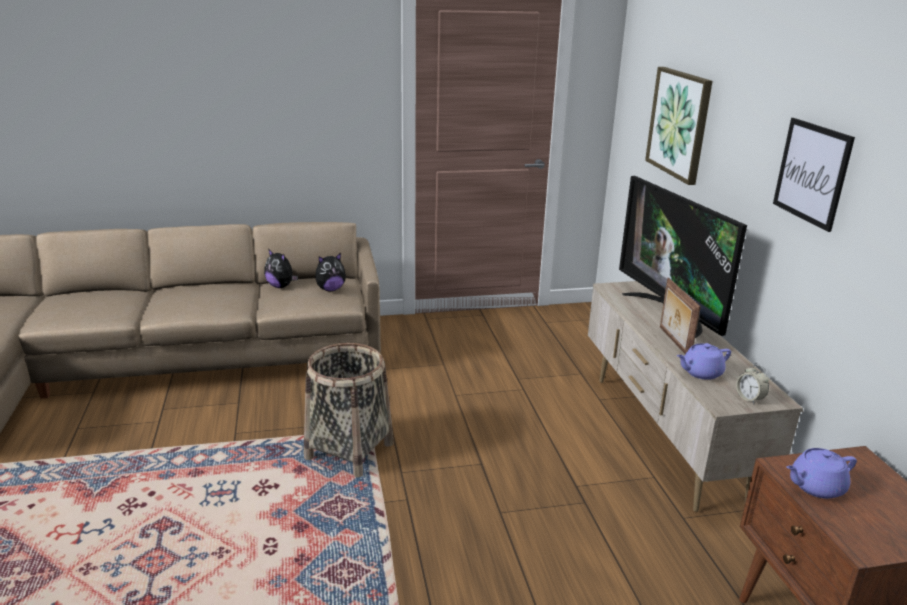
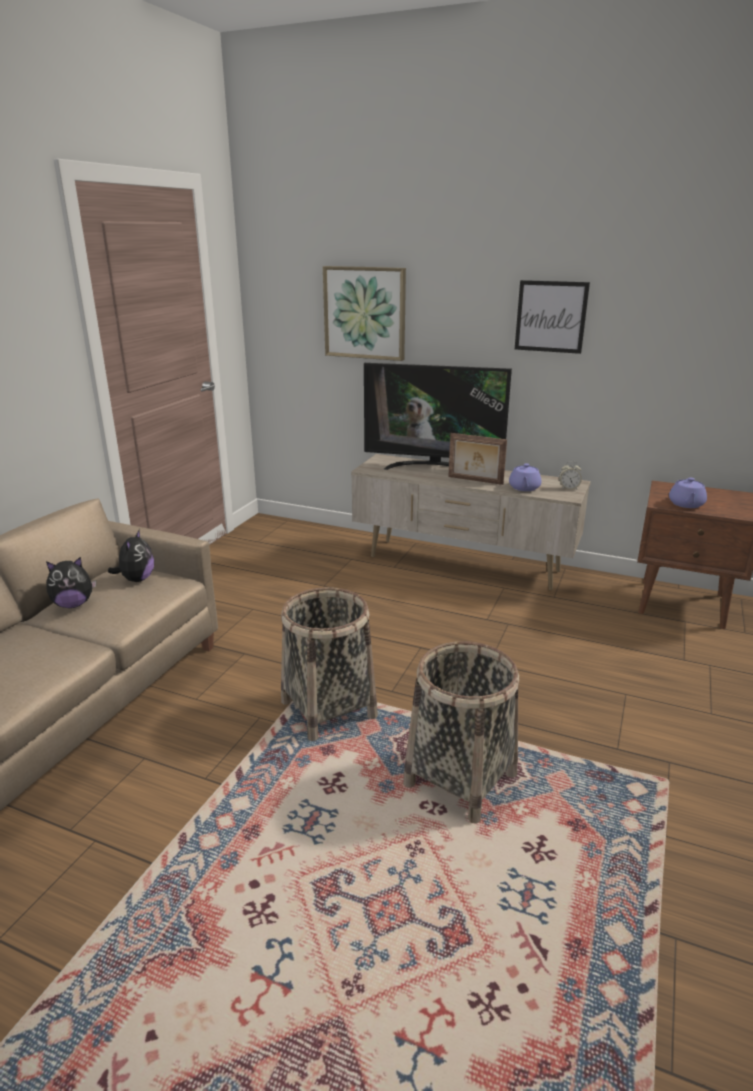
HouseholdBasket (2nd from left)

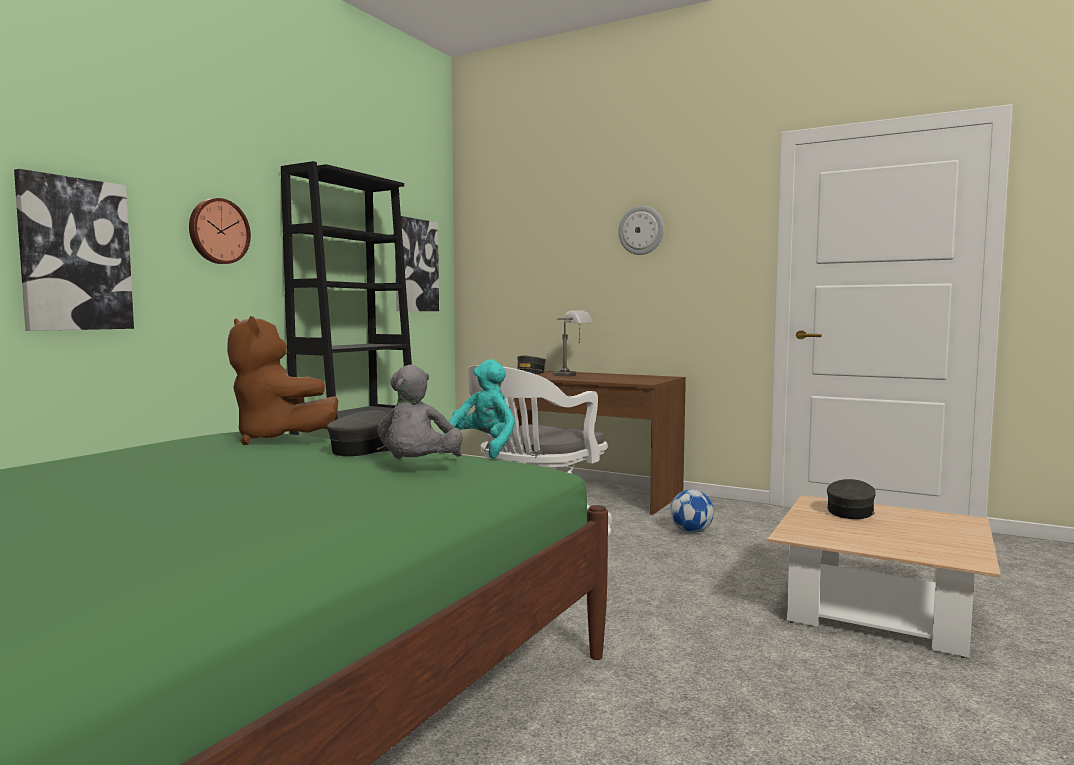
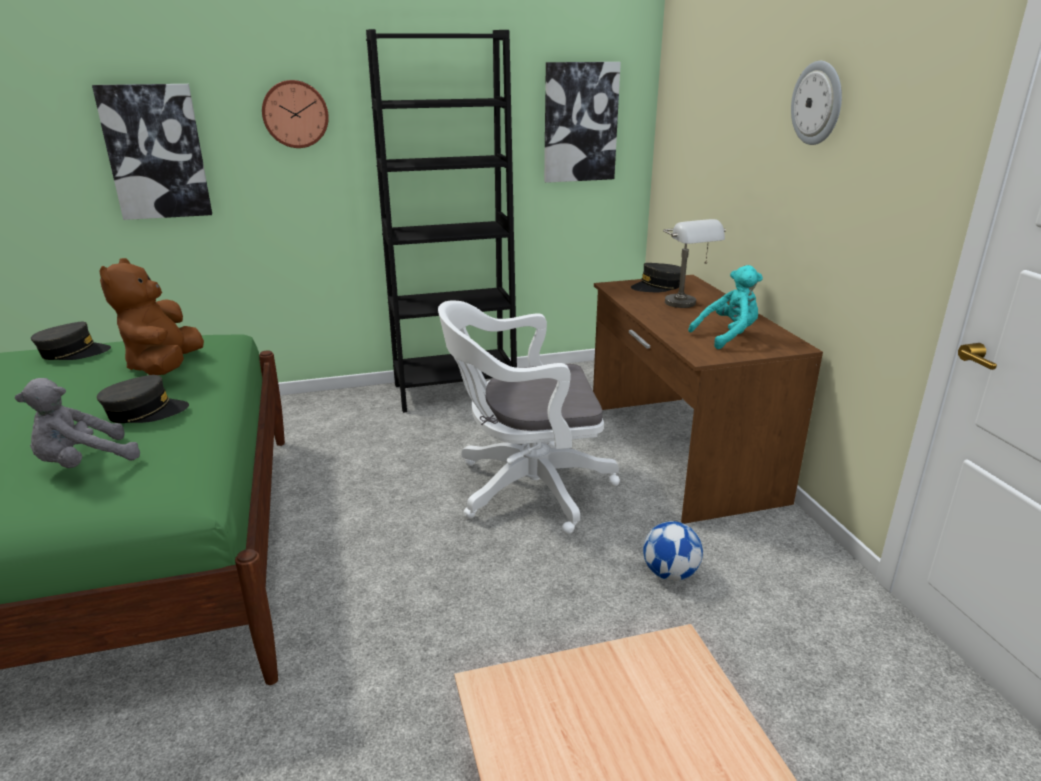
TurquoisePlushToy; GreyishBaseballCap (1st from left)

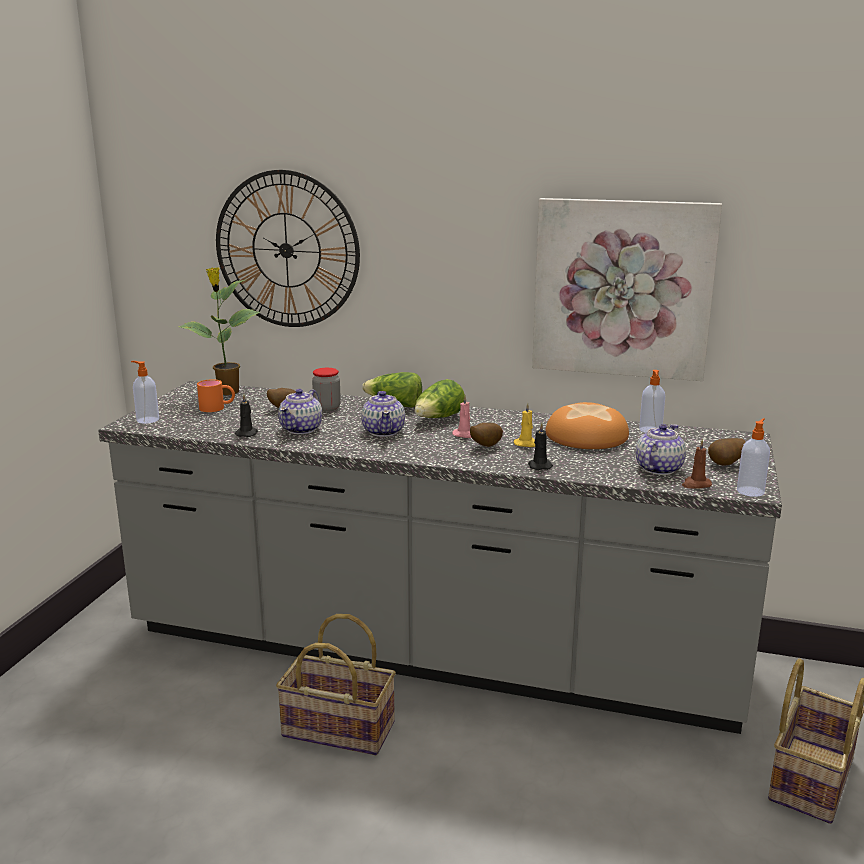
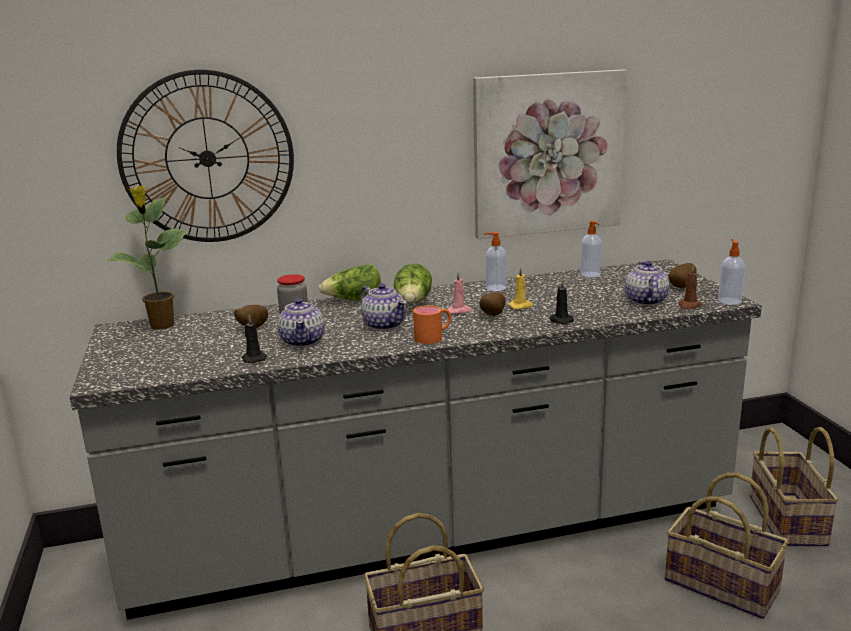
BakeryBread; HouseholdBasket (2nd from left); SoapBottle (1st from left); OrangeyCoffeeMug

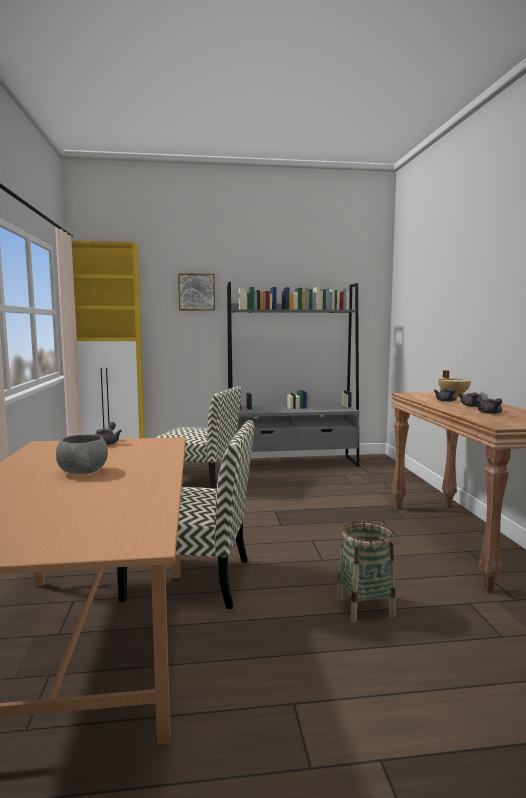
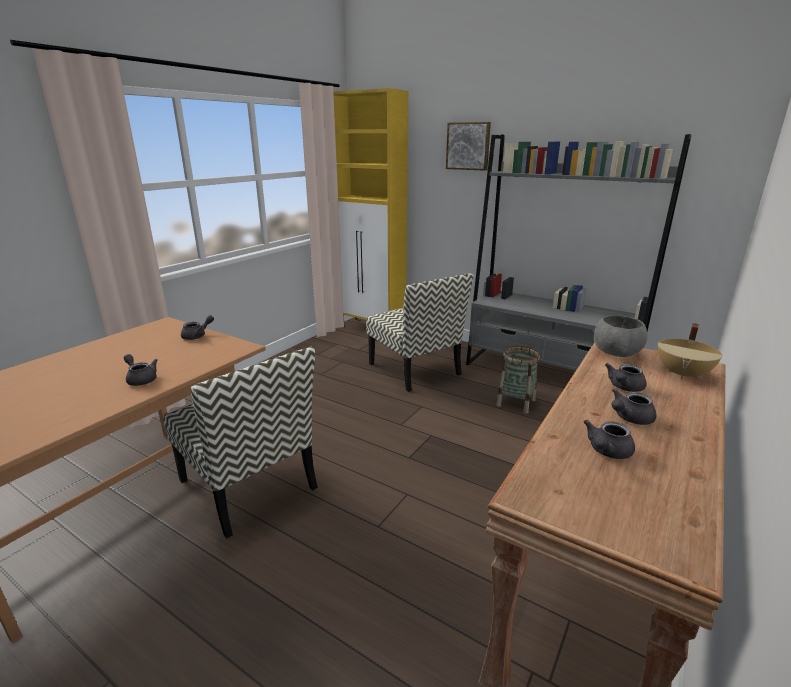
GreyishTeaPot (1st from left); GreyishServingBowl; HouseholdBasket

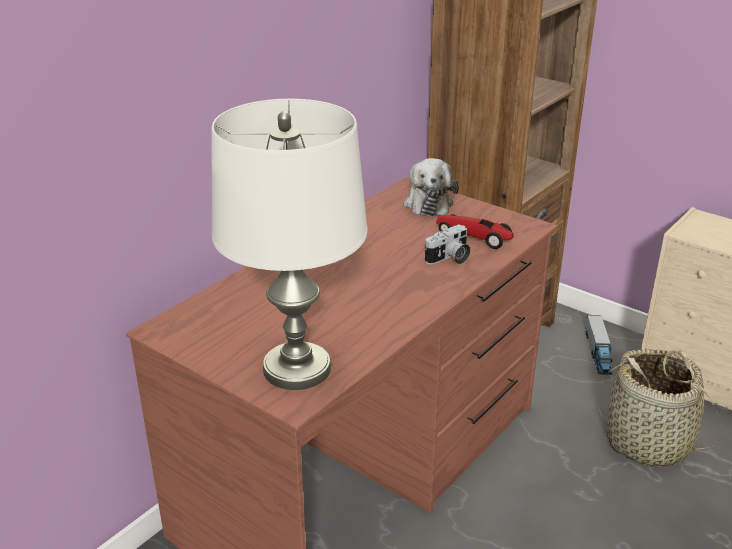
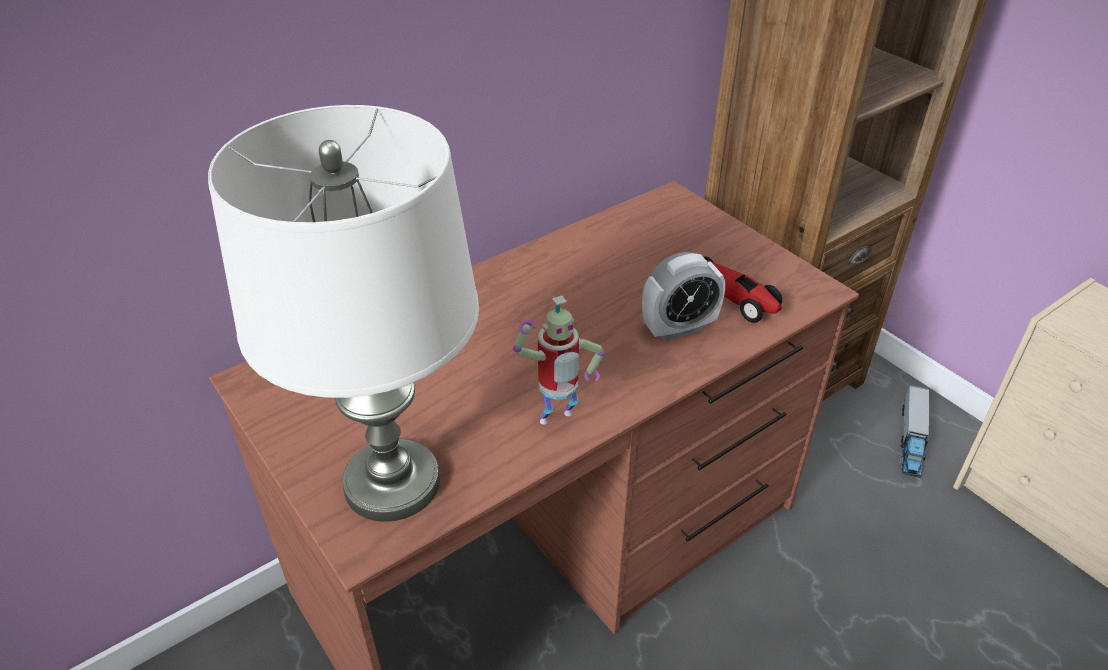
PlushToy; HouseholdBasket; ToyRobot; TableClock

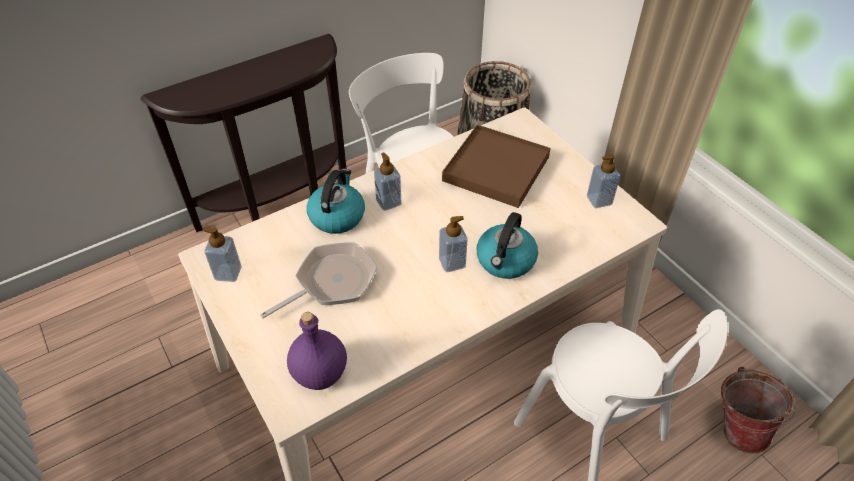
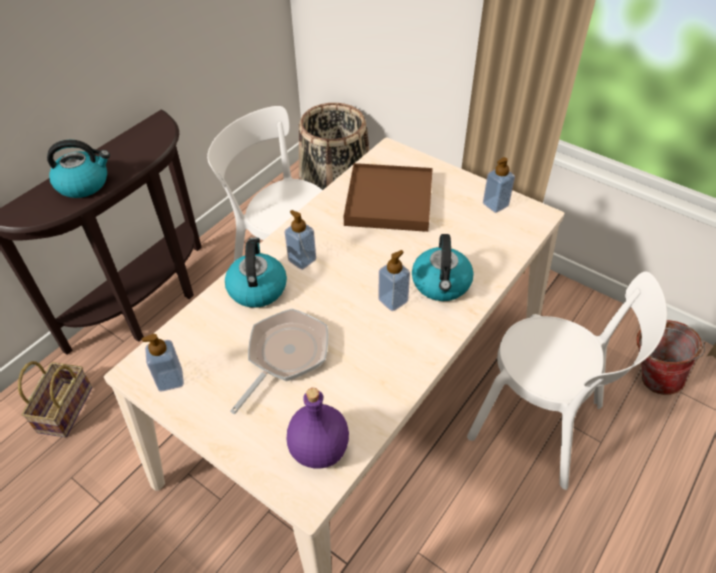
HouseholdBasket (1st from left); Kettle (1st from left)

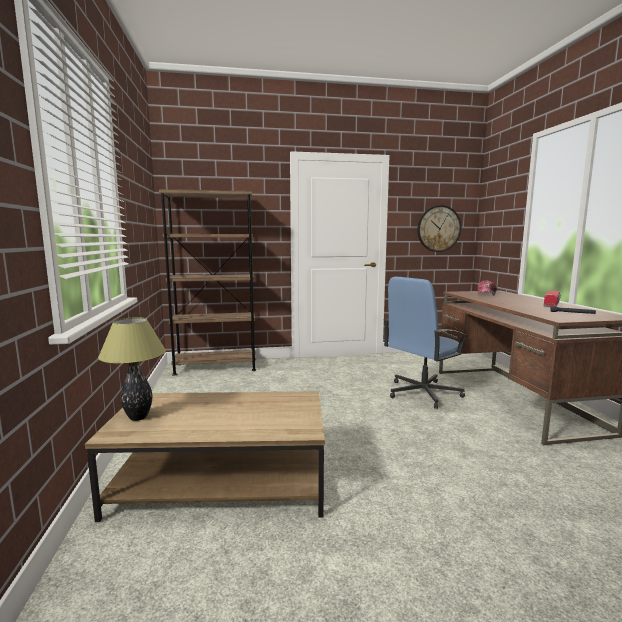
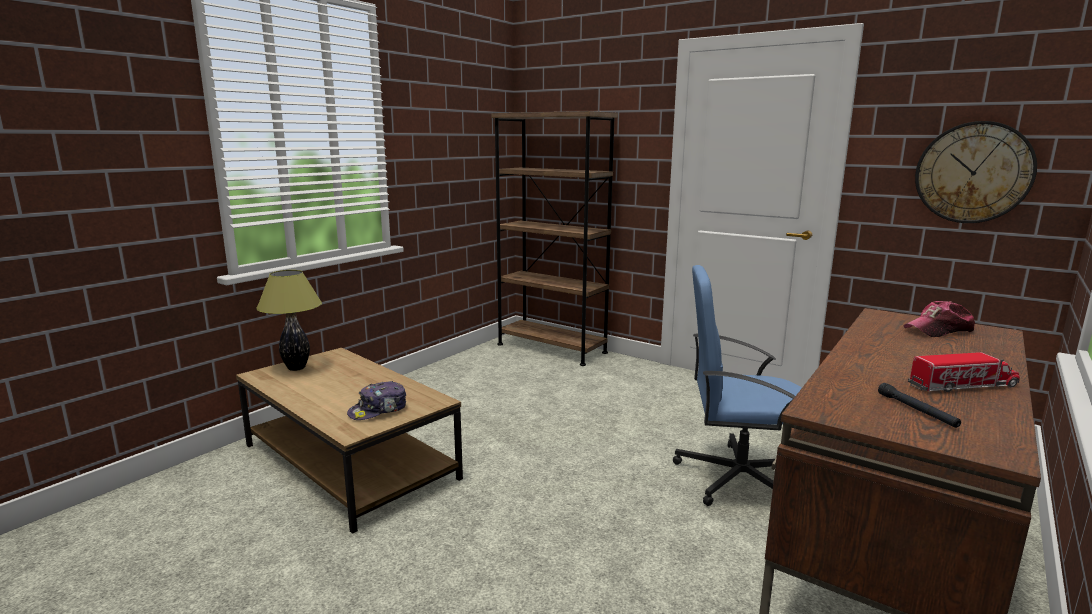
BaseballCap (1st from left)

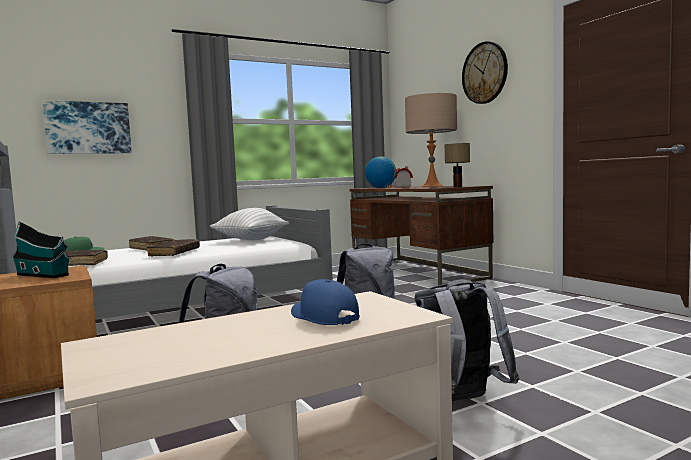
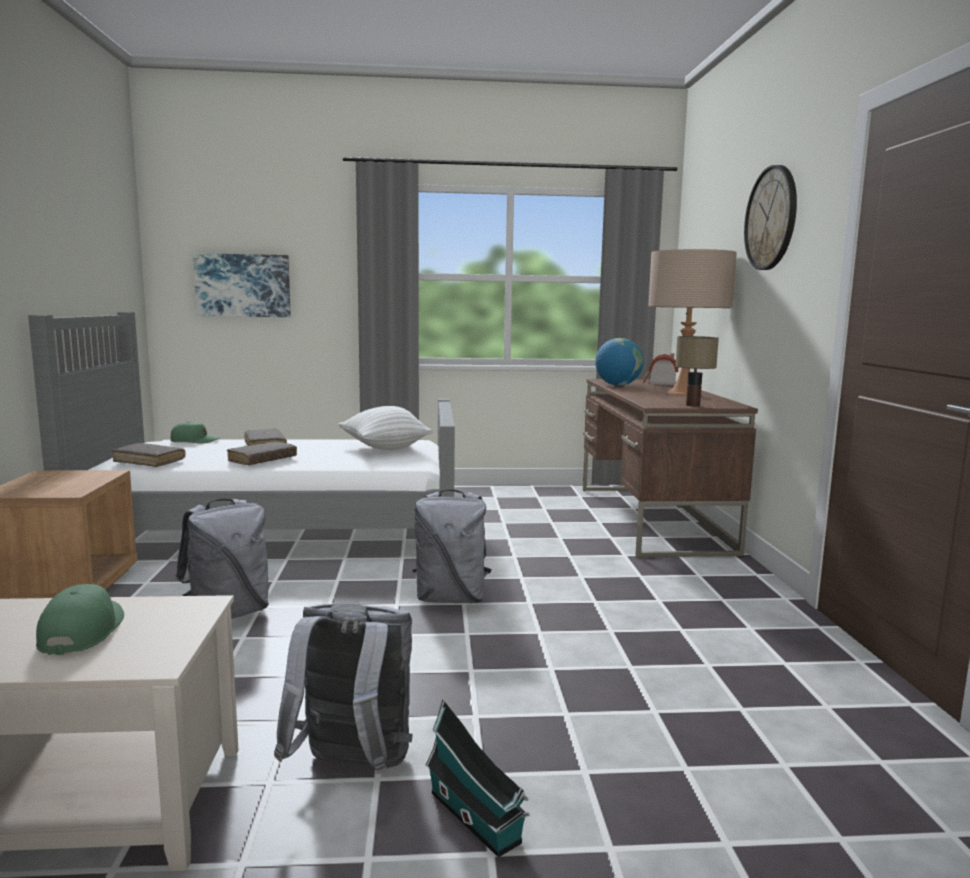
ToyHouse (1st from left); GreenColouredBaseballCap (1st from left)

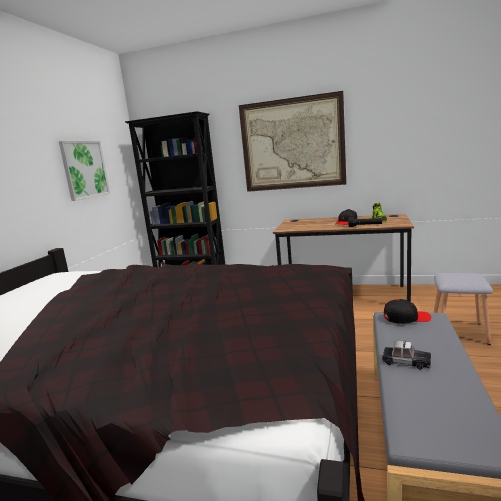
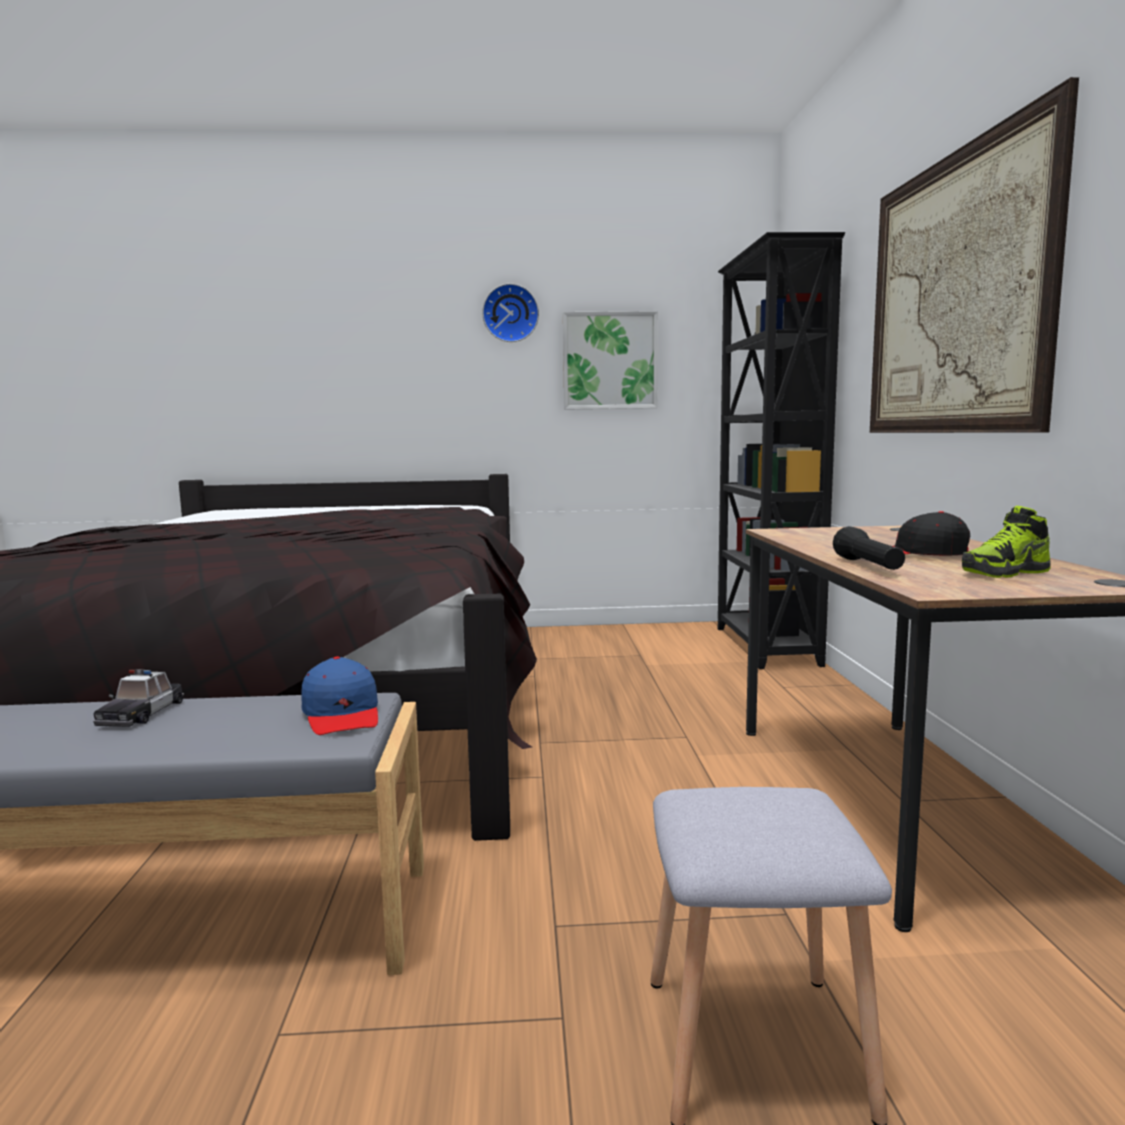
HangingClock; BlueBaseballCap

